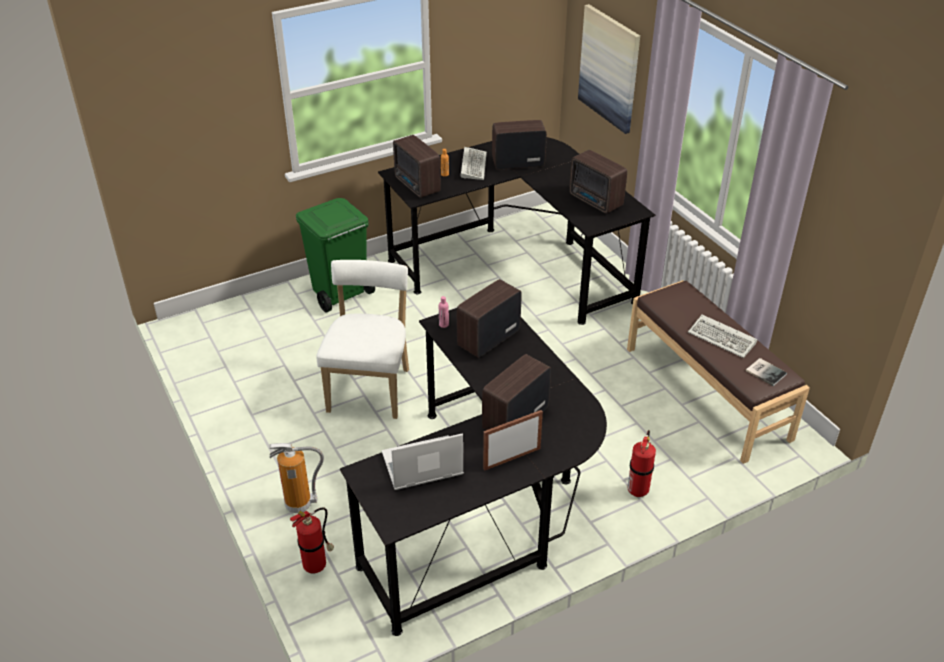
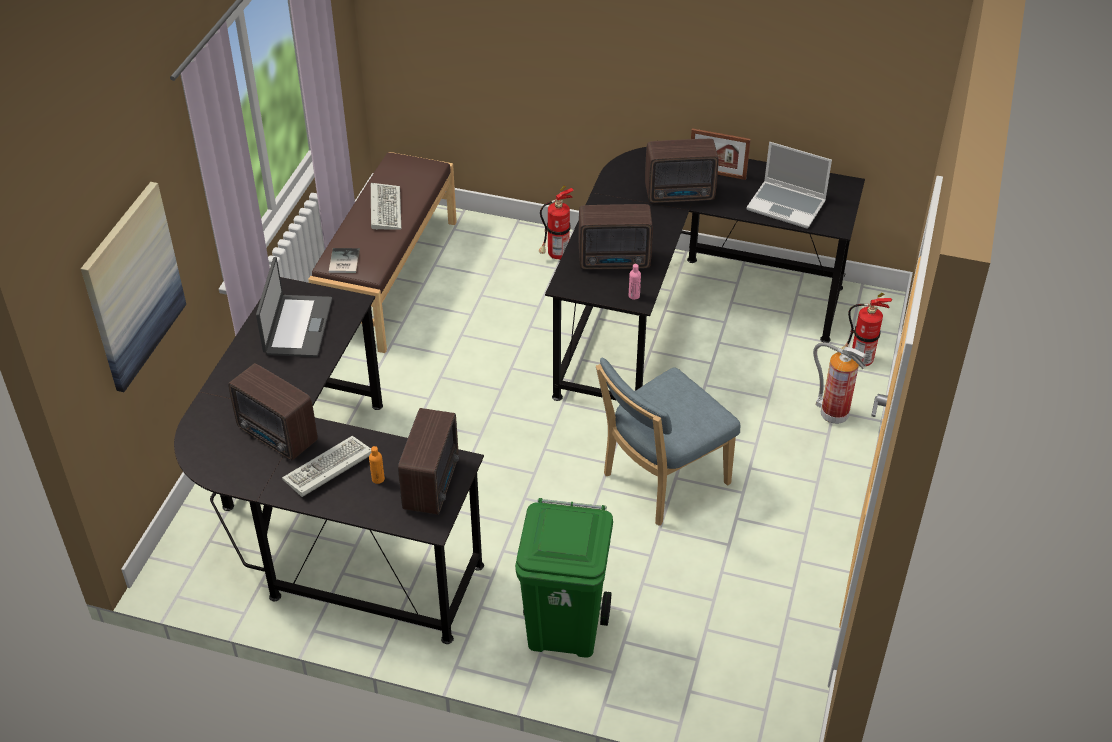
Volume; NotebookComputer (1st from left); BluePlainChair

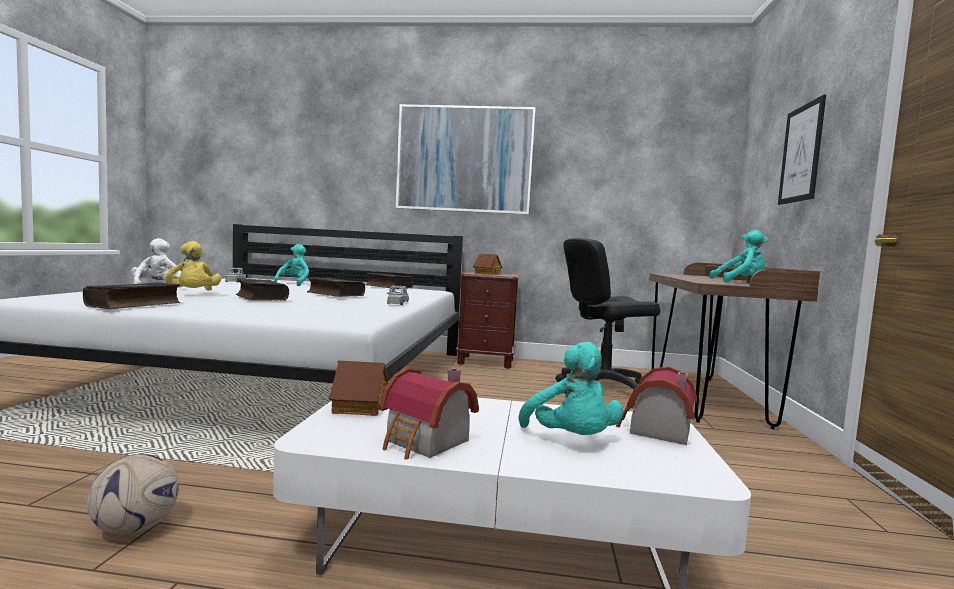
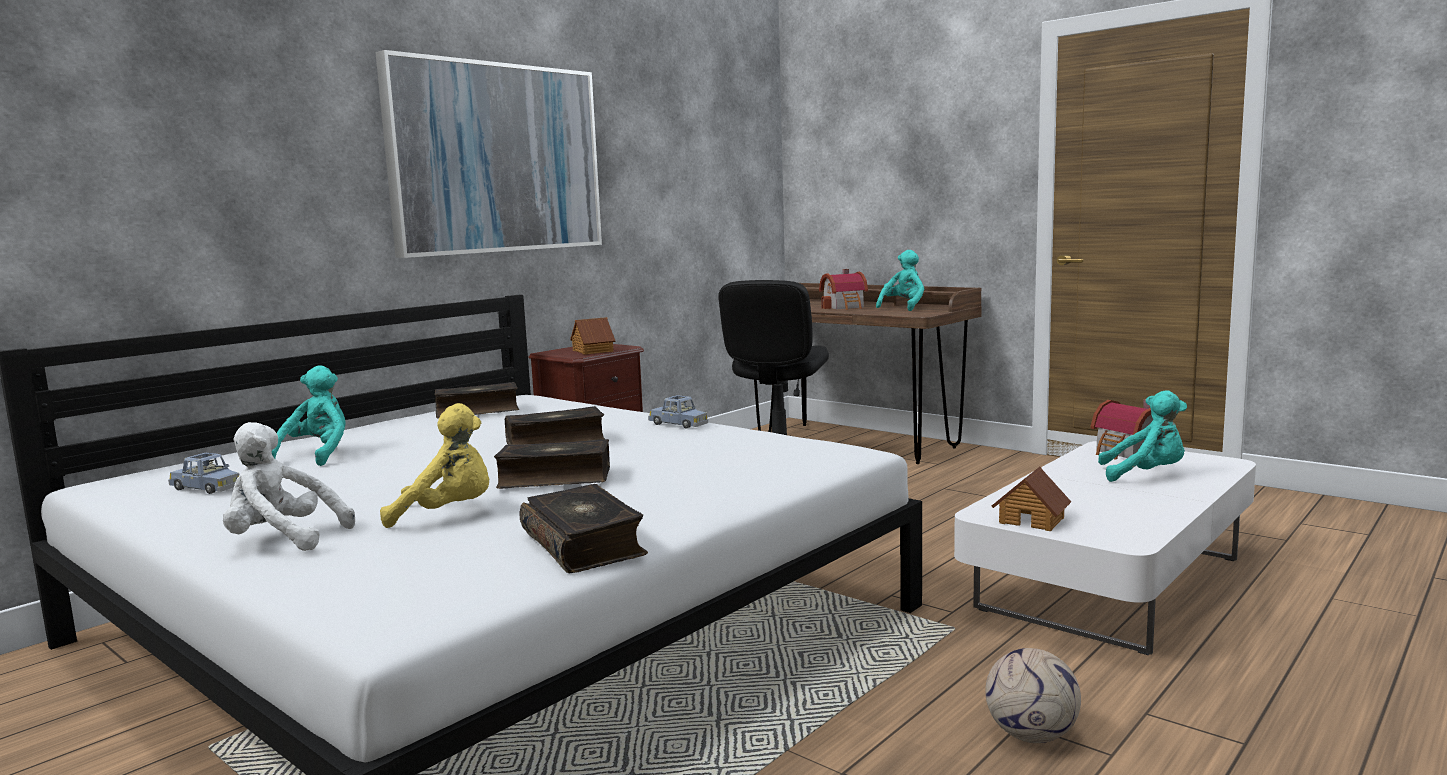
Picture (2nd from left in the first image); ToyHouse (2nd from left); TurquoisePlushToy (1st from left)

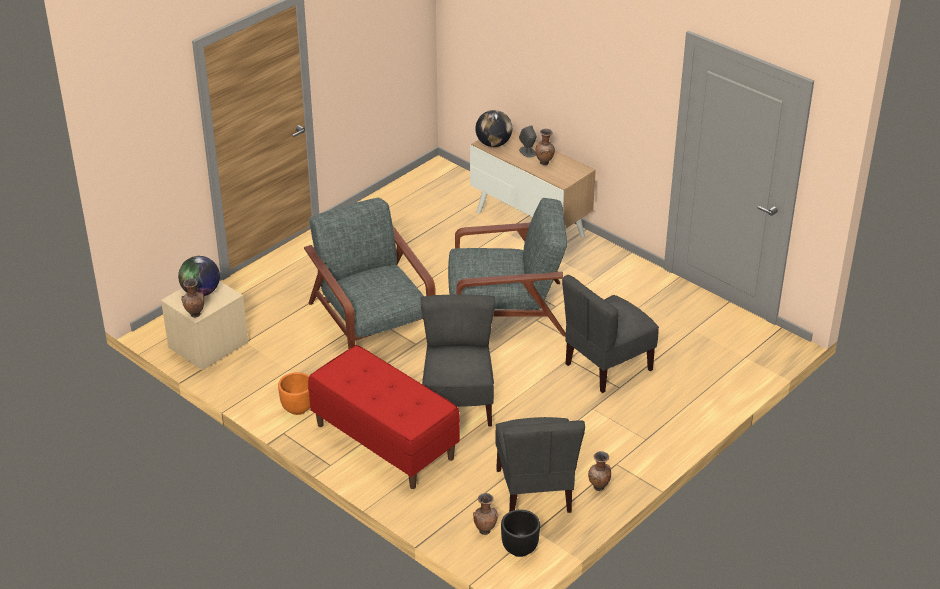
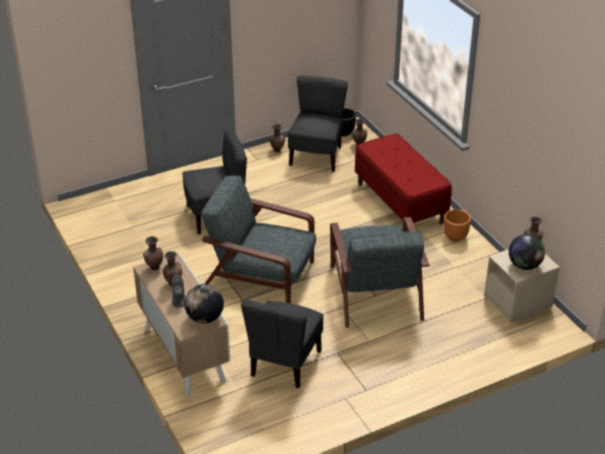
BrownColouredVase (1st from left); GreyishPlainChair (2nd from left)

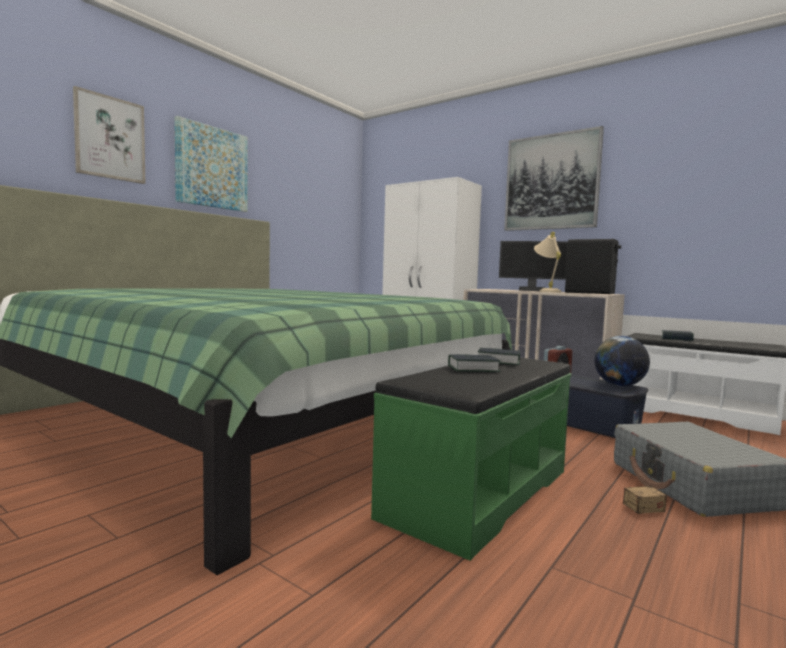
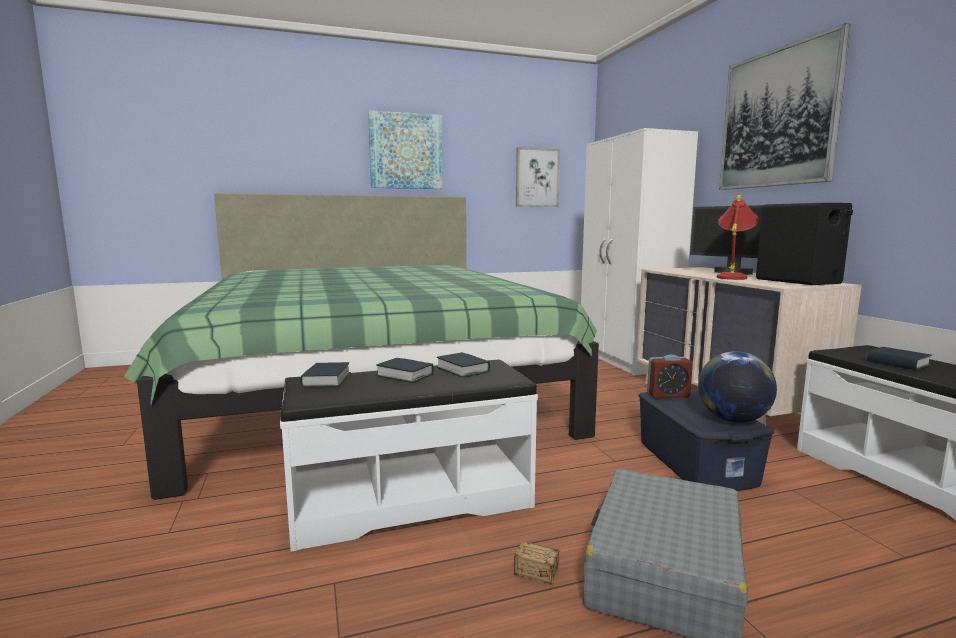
Volume (1st from left); Picture (2nd from left); WhiteColouredBench (1st from left); RedColouredLampForATable

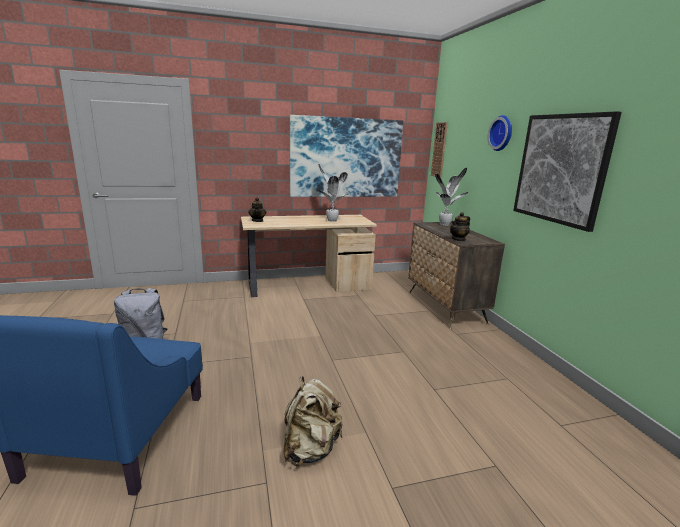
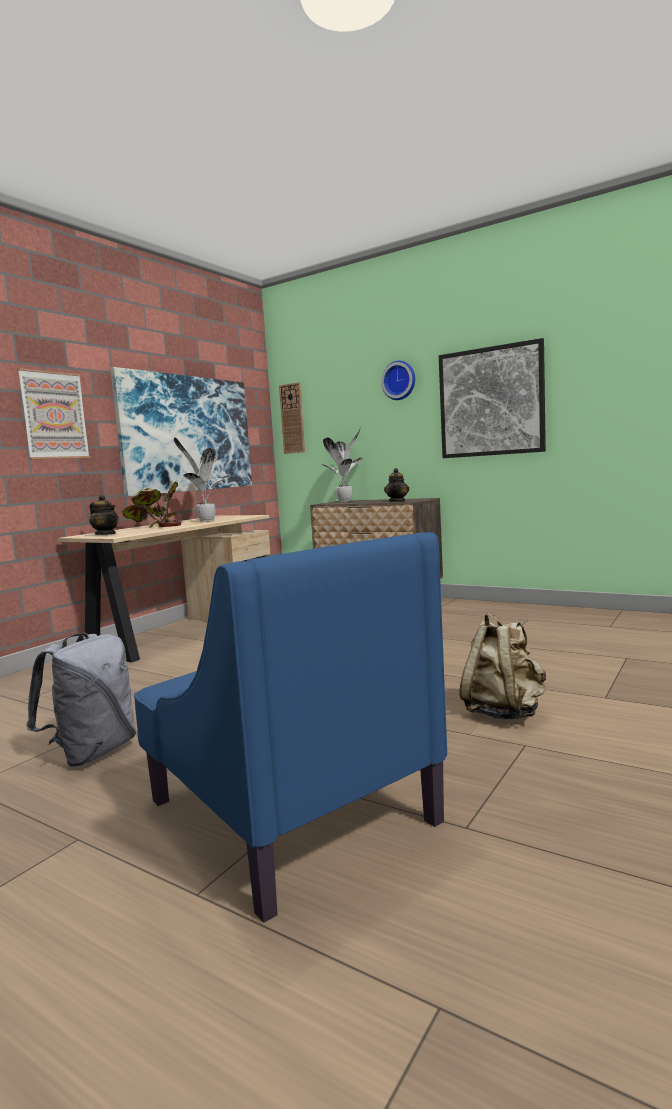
Picture (1st from left); PottedPlant (1st from left)

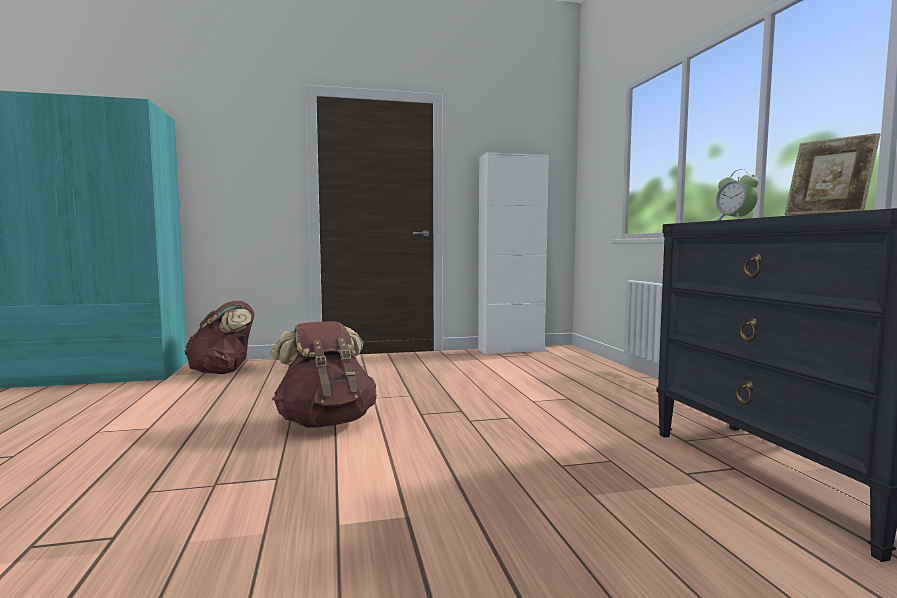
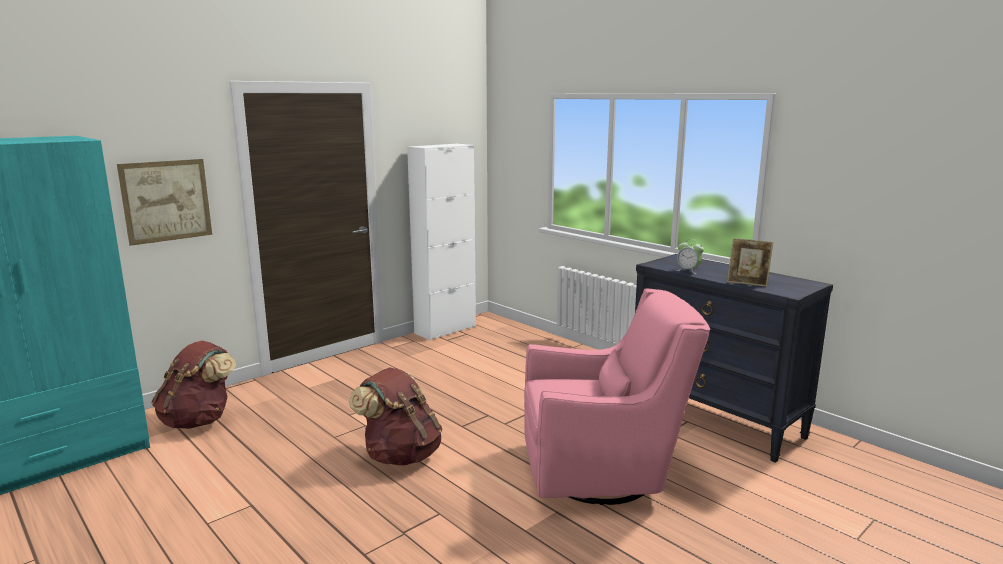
Picture; PinkishLoungeChair

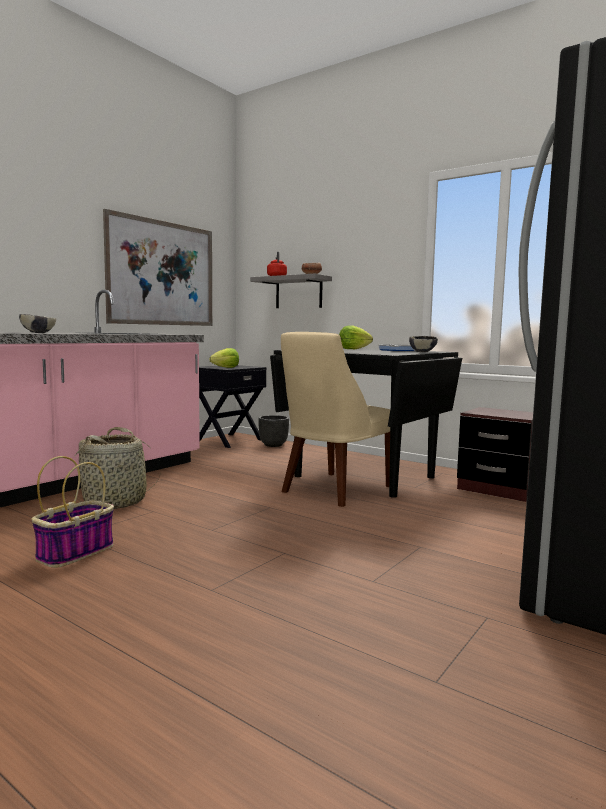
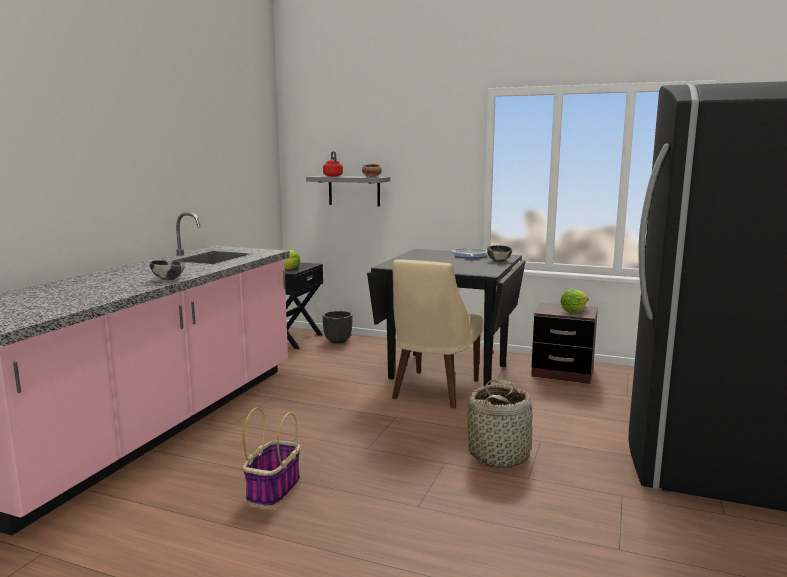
Picture; HouseholdBasket (2nd from left); LettuceHead (2nd from left)

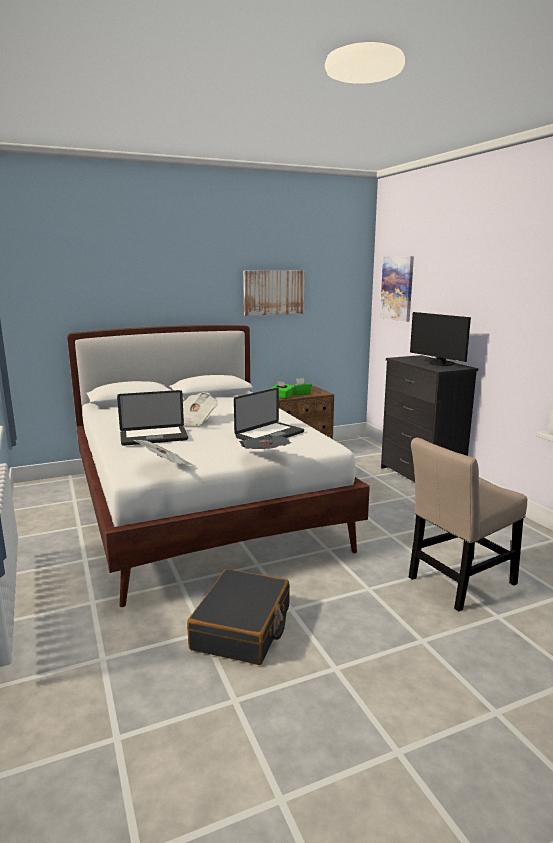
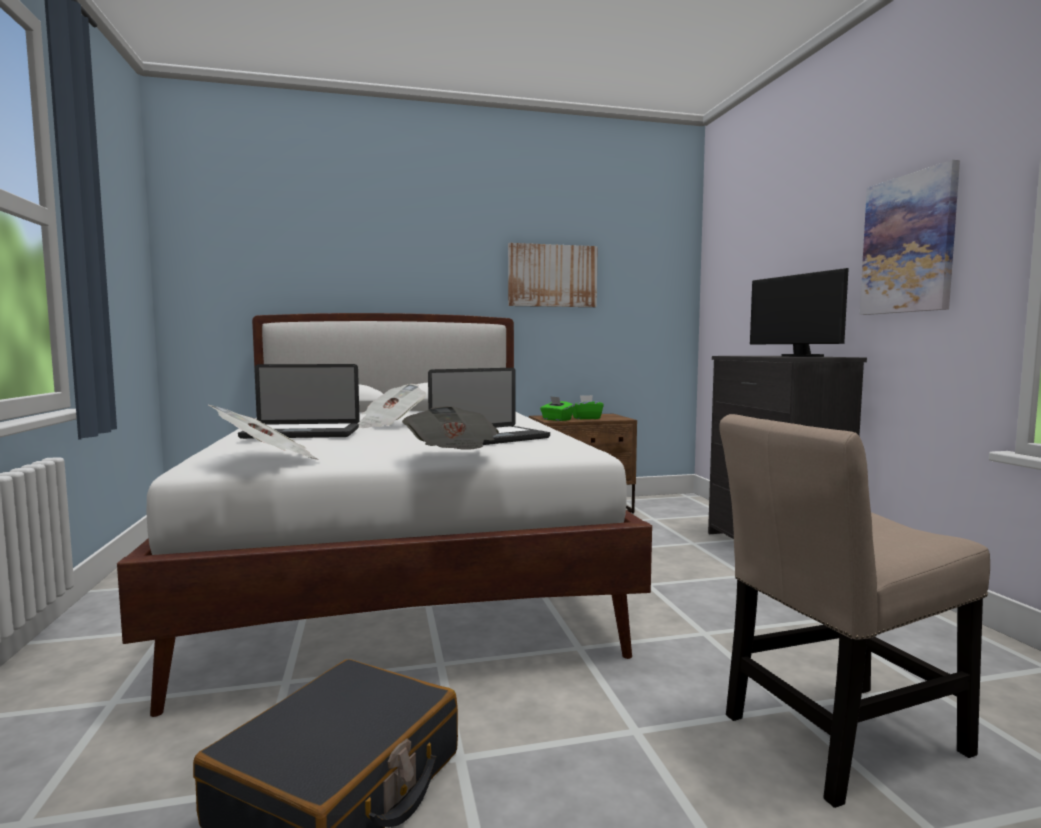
Picture (2nd from left)

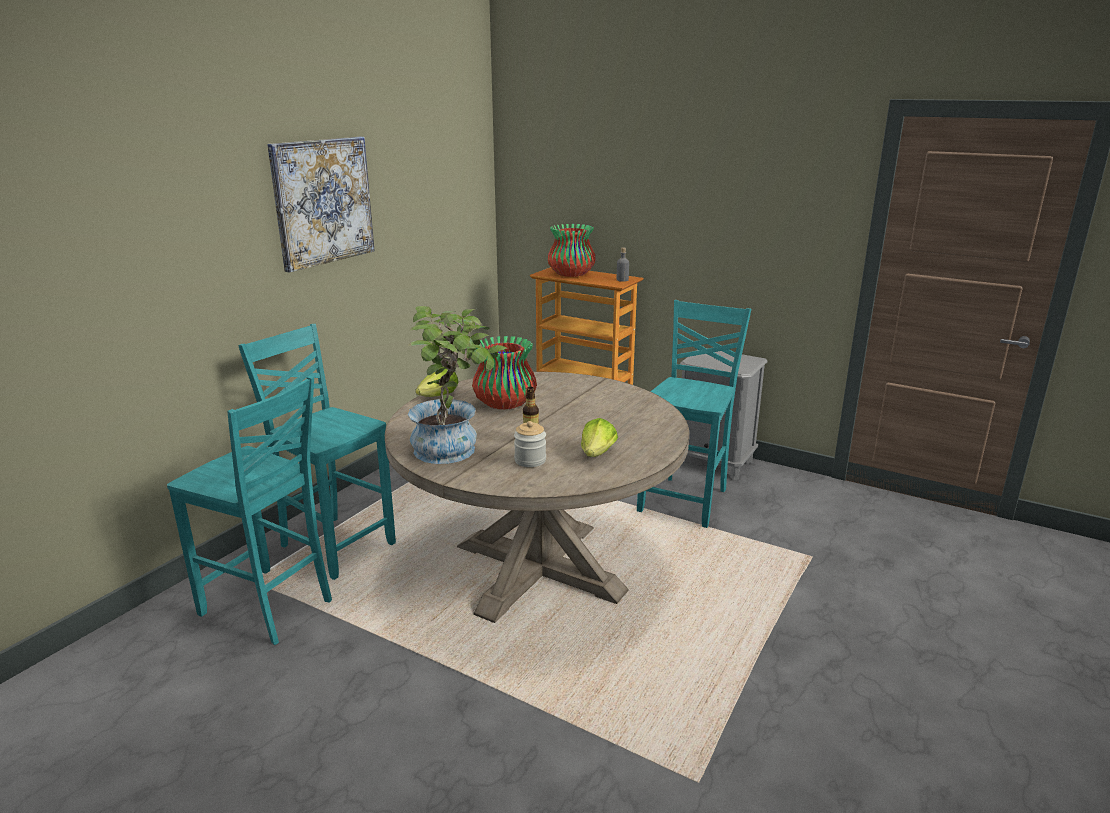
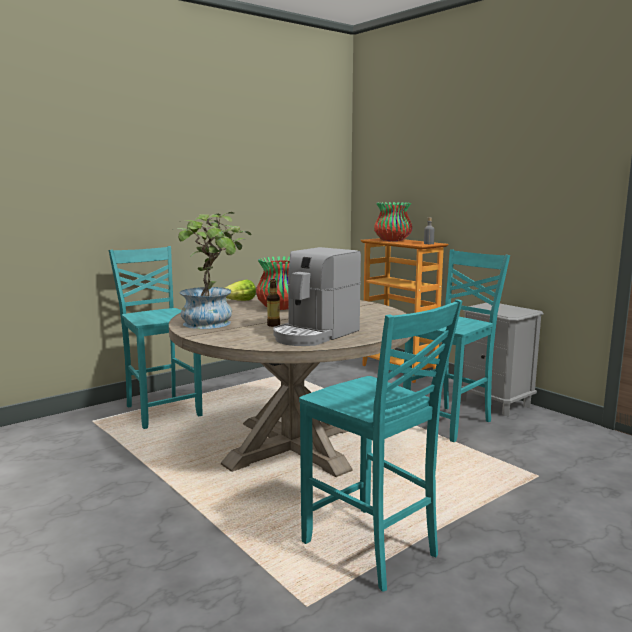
Picture; Jar; TurquoisePlainChair (2nd from left); CoffeeMachine

